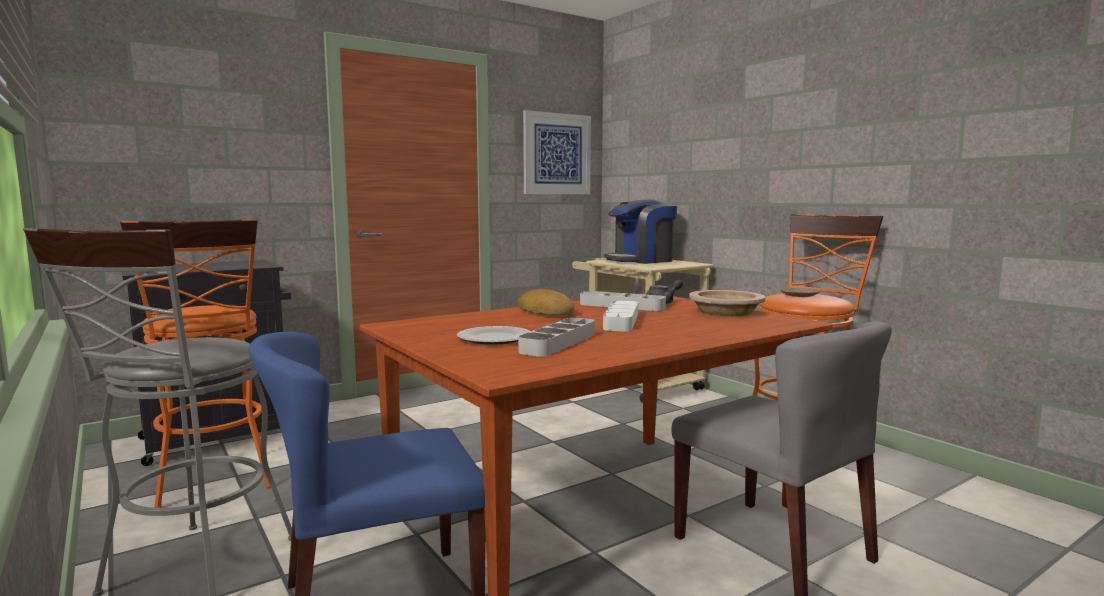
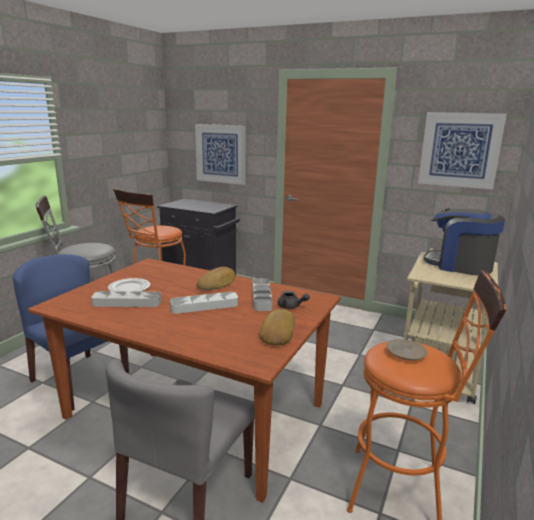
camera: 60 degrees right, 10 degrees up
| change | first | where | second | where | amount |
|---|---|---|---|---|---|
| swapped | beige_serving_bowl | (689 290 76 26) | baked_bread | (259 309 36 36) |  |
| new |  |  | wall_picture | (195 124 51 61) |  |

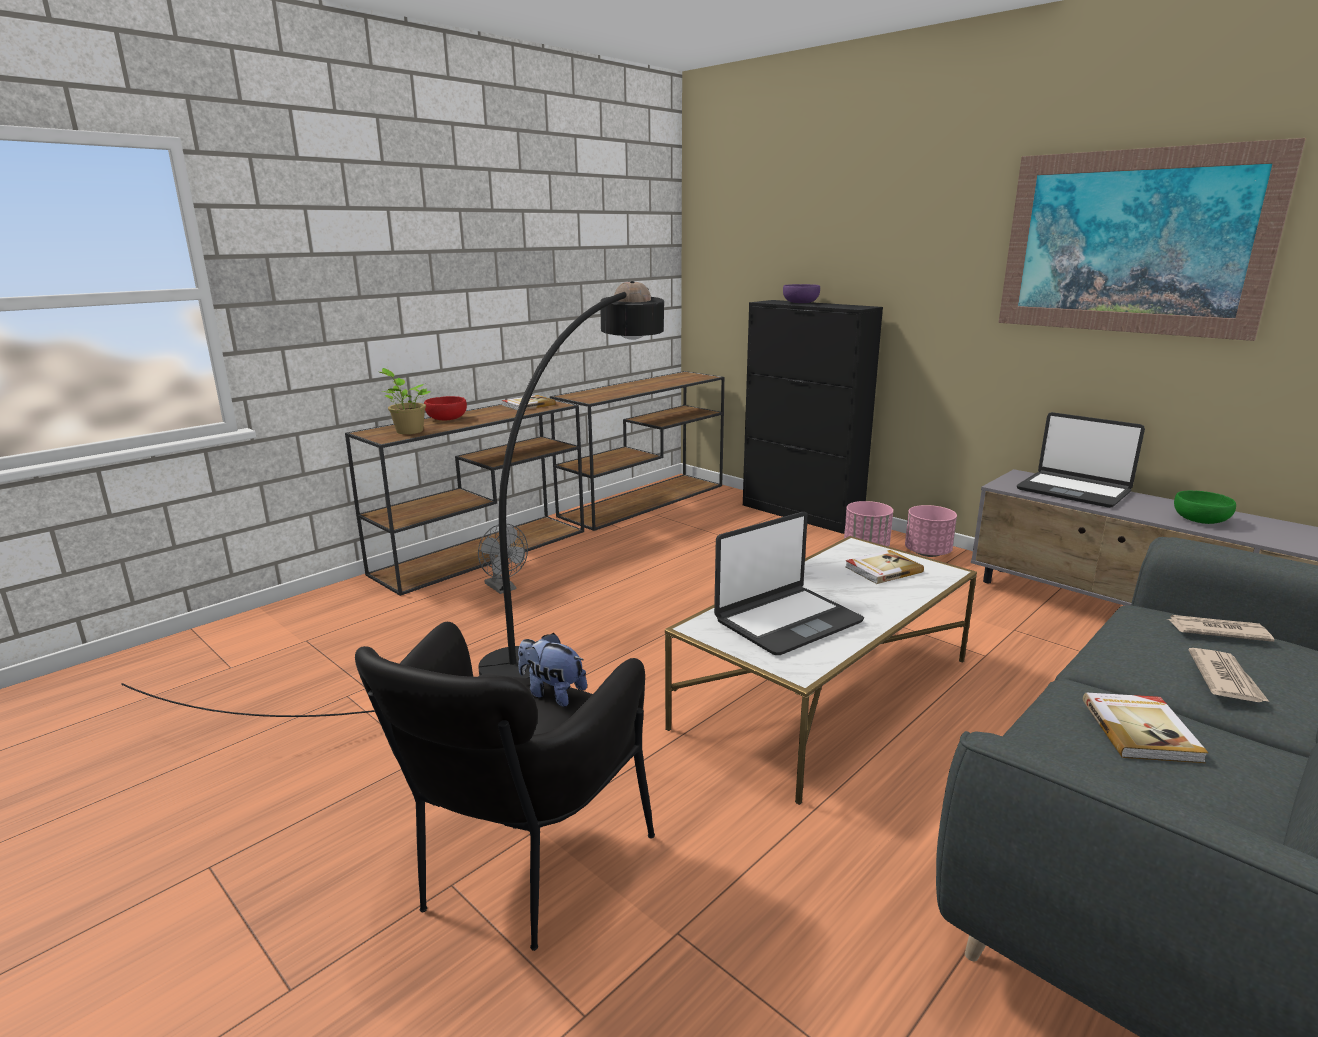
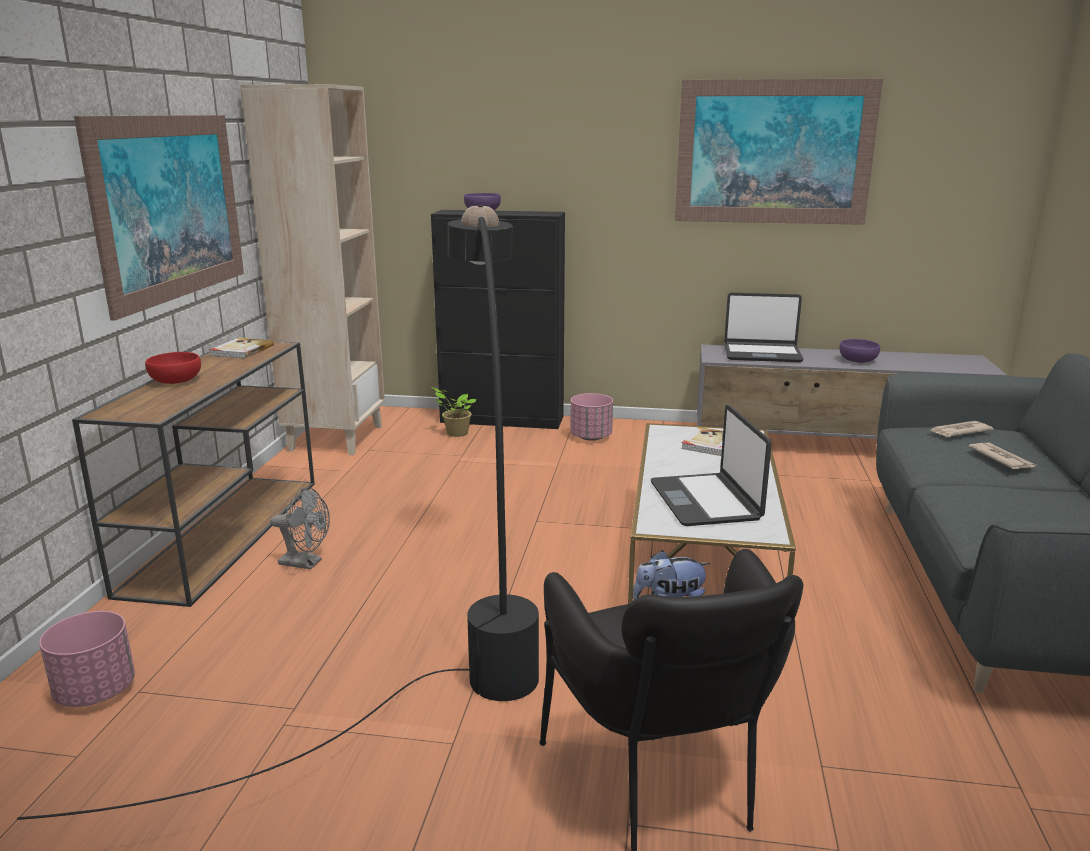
camera: 35 degrees left, 0 degrees up
| change | first | where | second | where | amount |
|---|---|---|---|---|---|
| shifted | potted_plant | (380 368 51 66) |  | (431 387 45 50) |  |
| swapped | brownish_console_table | (550 371 174 160) | beige_shelving_unit | (240 84 145 371) |  |
| repainted | greenish_serving_bowl | (1174 491 62 33) | purplish_serving_bowl | (839 339 41 24) |  |
| shifted | pink_planter | (905 505 52 52) |  | (39 611 96 96) |  |
| rotated | portable_computer | (714 512 150 143) |  | (651 405 121 121) | 150 degrees clockwise |
| gone | book | (1083 693 125 70) |  |  |  |
| new |  |  | wall_picture | (74 115 170 206) |  |

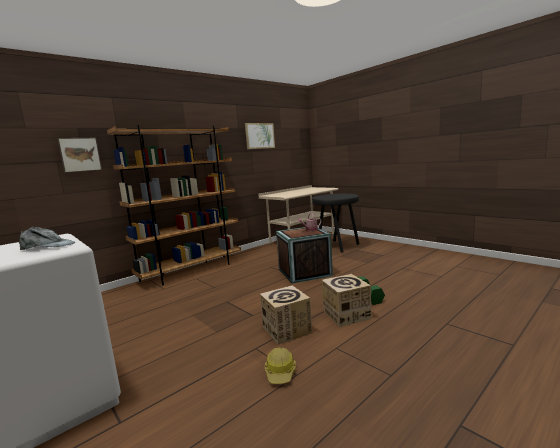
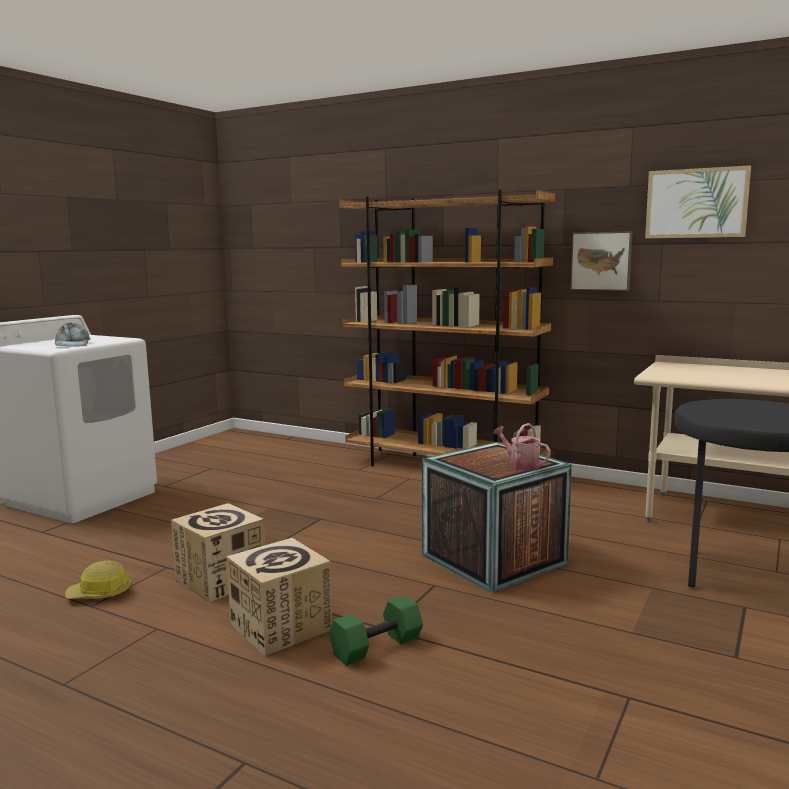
camera: 70 degrees right, 0 degrees up
| change | first | where | second | where | amount |
|---|---|---|---|---|---|
| shifted | wall_picture | (57 138 45 35) |  | (570 232 62 59) |  |

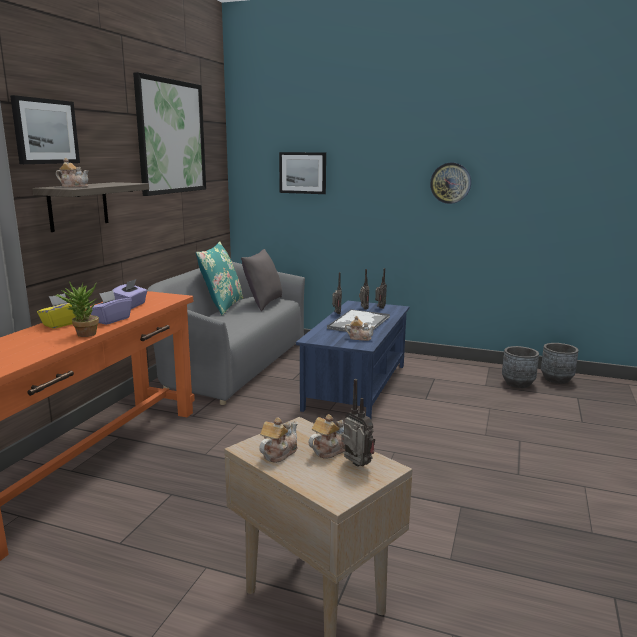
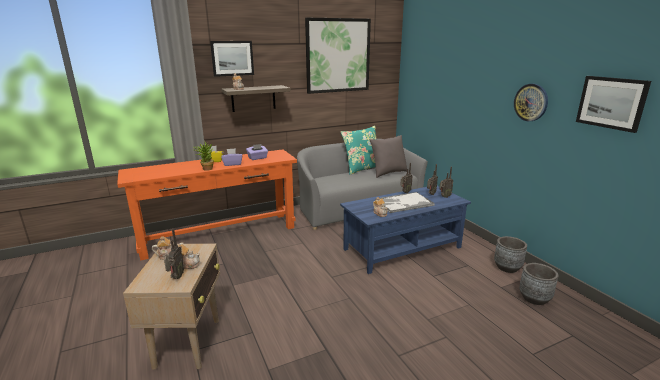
camera: 45 degrees right, 5 degrees up
| change | first | where | second | where | amount |
|---|---|---|---|---|---|
| shifted | wall_picture | (279 152 47 42) |  | (576 76 75 57) |  |
| shifted | greyish_planter | (541 343 38 41) |  | (494 236 33 37) |  |

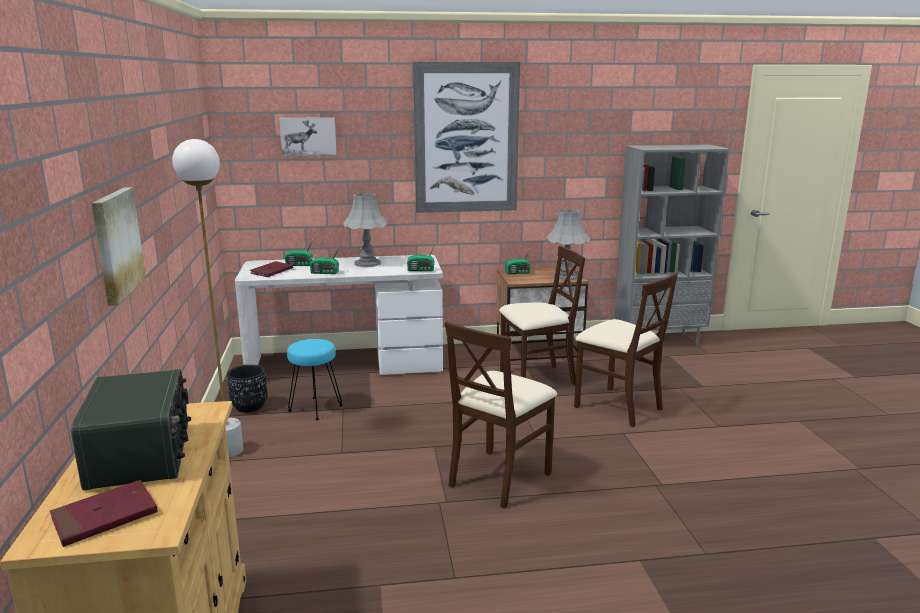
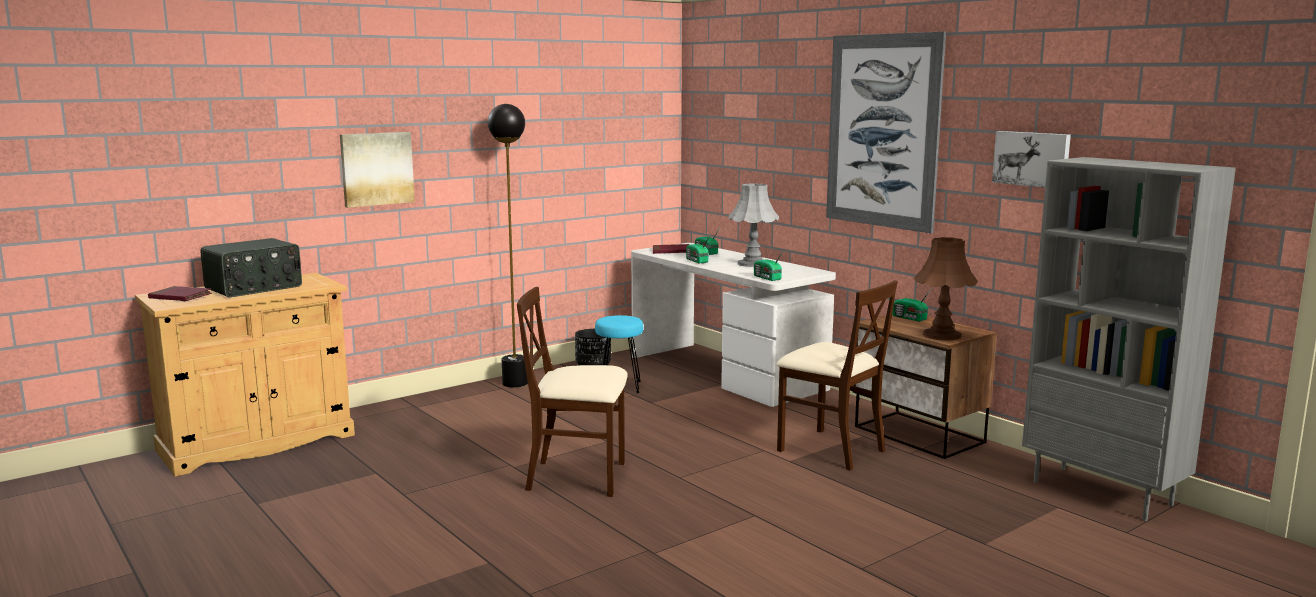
camera: 60 degrees right, 5 degrees down
| change | first | where | second | where | amount |
|---|---|---|---|---|---|
| shifted | wall_picture | (279 117 58 39) |  | (992 131 79 57) |  |
| repainted | white_floor_lamp | (172 139 71 319) | blackish_floor_lamp | (488 104 40 284) |  |
| repainted | greyish_tabletop_lamp | (547 209 43 72) | brownish_tabletop_lamp | (914 237 64 104) |  |
| gone | beige_plain_chair | (574 273 104 154) |  |  |  |

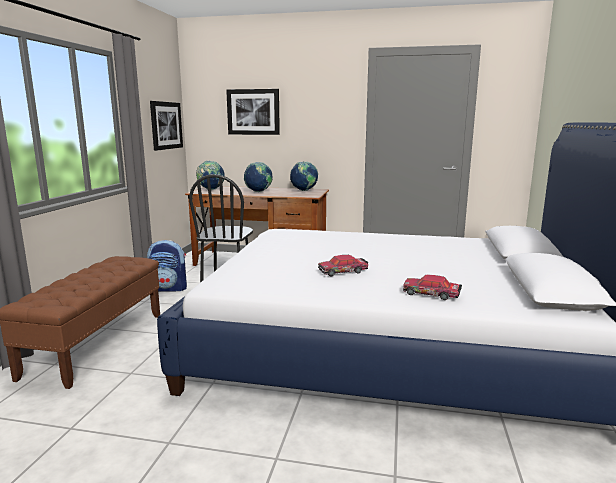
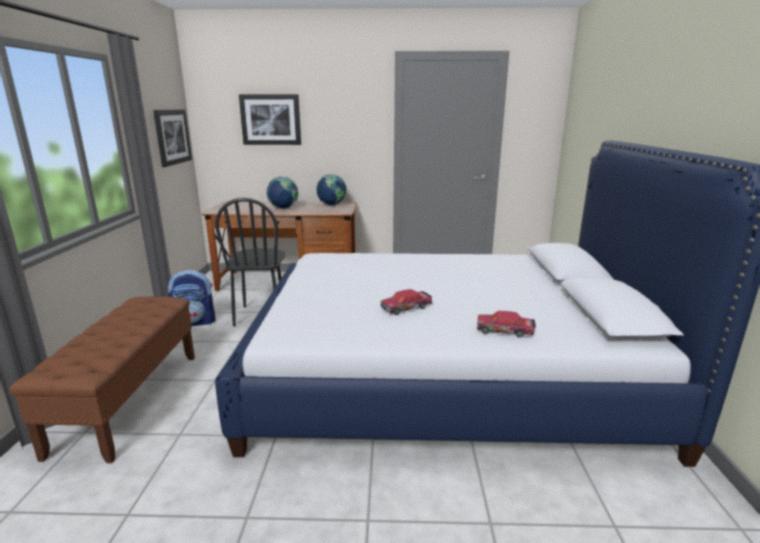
camera: 10 degrees left, 5 degrees up
| change | first | where | second | where | amount |
|---|---|---|---|---|---|
| gone | world_globe | (196 161 29 29) |  |  |  |

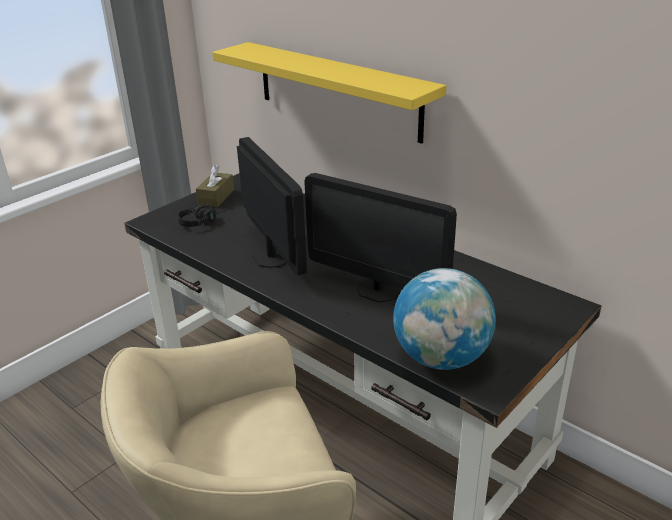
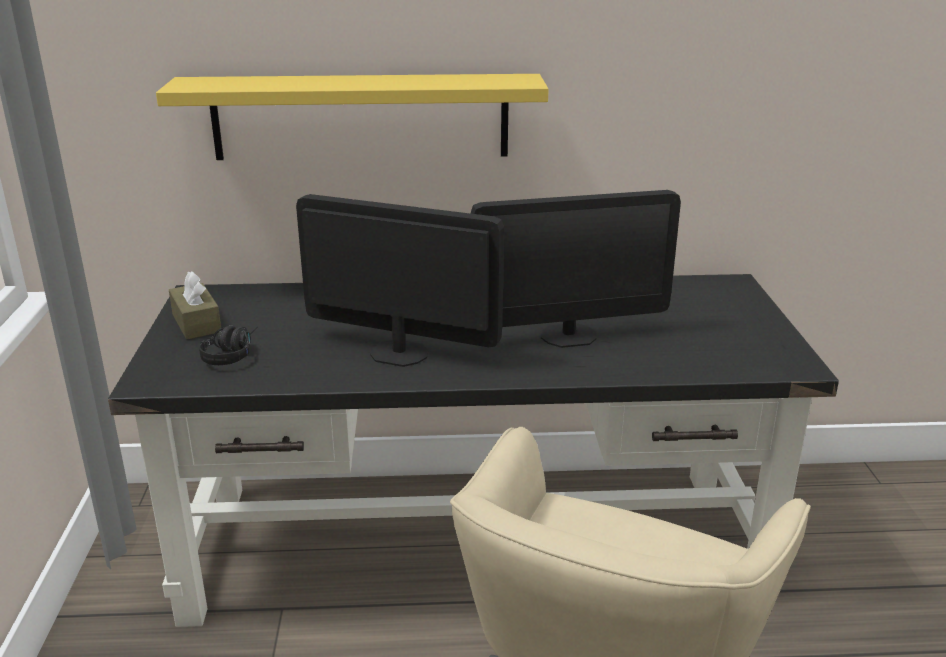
camera: 45 degrees left, 5 degrees down
| change | first | where | second | where | amount |
|---|---|---|---|---|---|
| gone | world_globe | (393 268 103 102) |  |  |  |

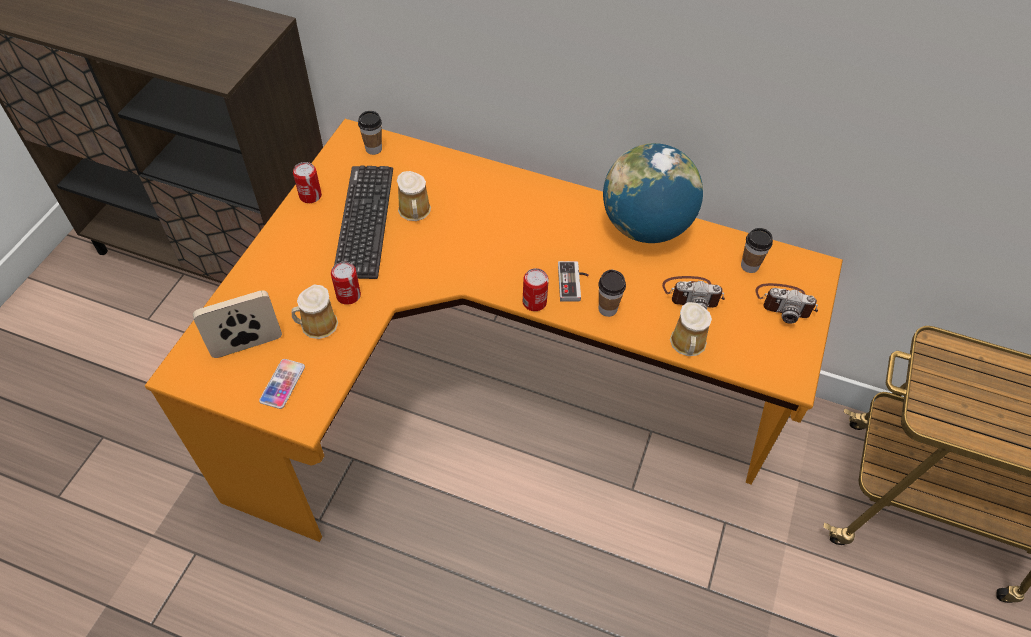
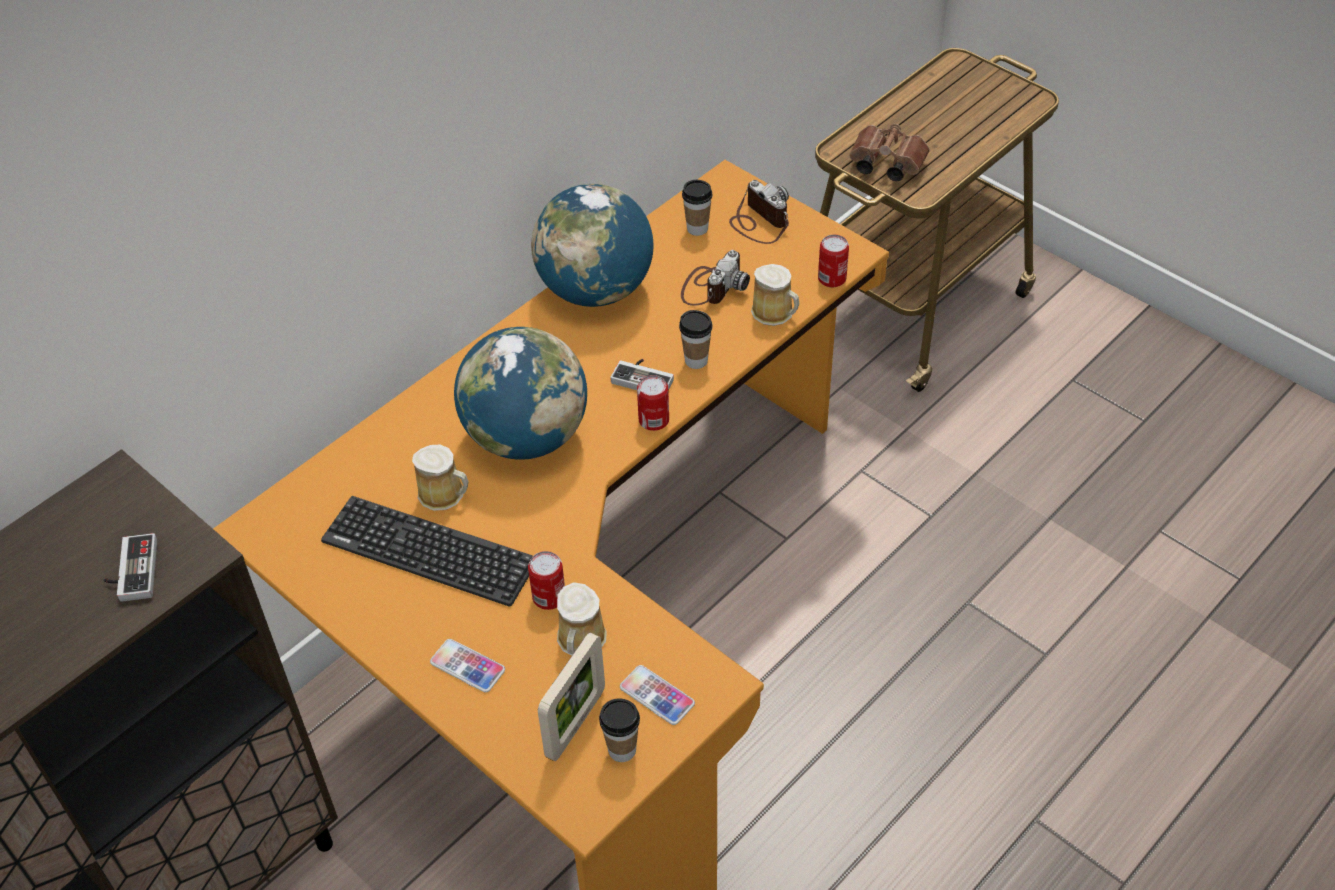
camera: 65 degrees left, 5 degrees down
| change | first | where | second | where | amount |
|---|---|---|---|---|---|
| shifted | small_cup | (358 111 24 44) |  | (599 699 41 63) |  |
| shifted | can | (293 162 29 41) |  | (818 235 31 52) |  |
| rotated | photo_camera | (756 283 62 41) |  | (729 180 60 64) | 75 degrees counterclockwise |
| rotated | photo_frame | (193 290 89 68) |  | (538 633 67 128) | 150 degrees counterclockwise |
| new |  |  | brownish_pair_of_binoculars | (849 124 81 57) |  |
| new |  |  | world_globe | (454 327 133 133) |  |
| new |  |  | game_controller | (104 533 53 69) |  |
| new |  |  | telephone | (430 639 75 54) |  |

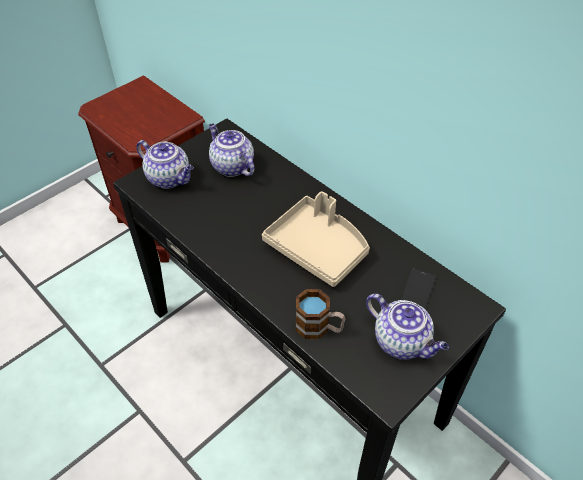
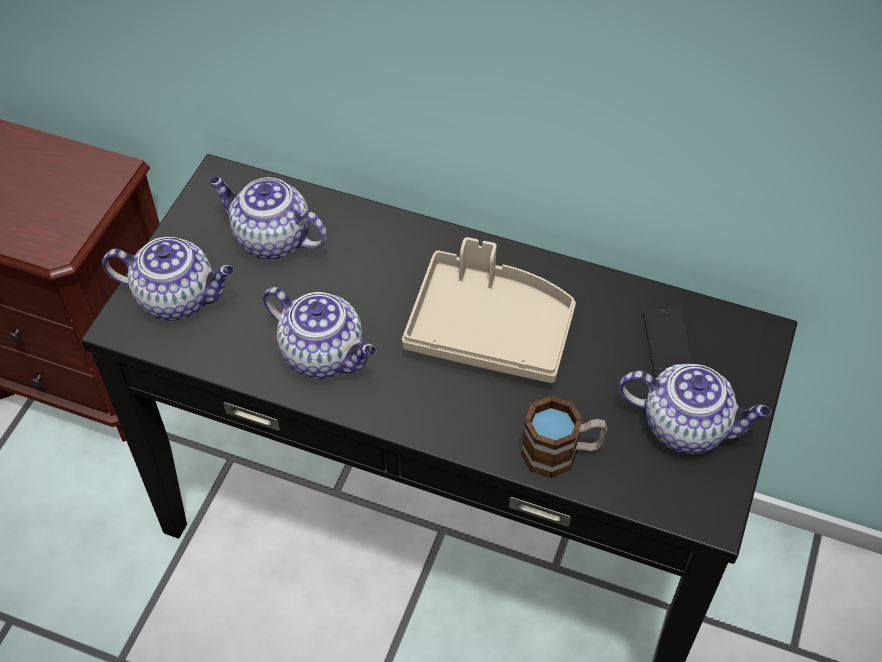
camera: 25 degrees left, 5 degrees up
| change | first | where | second | where | amount |
|---|---|---|---|---|---|
| new |  |  | pot_for_tea | (263 287 113 92) |  |

